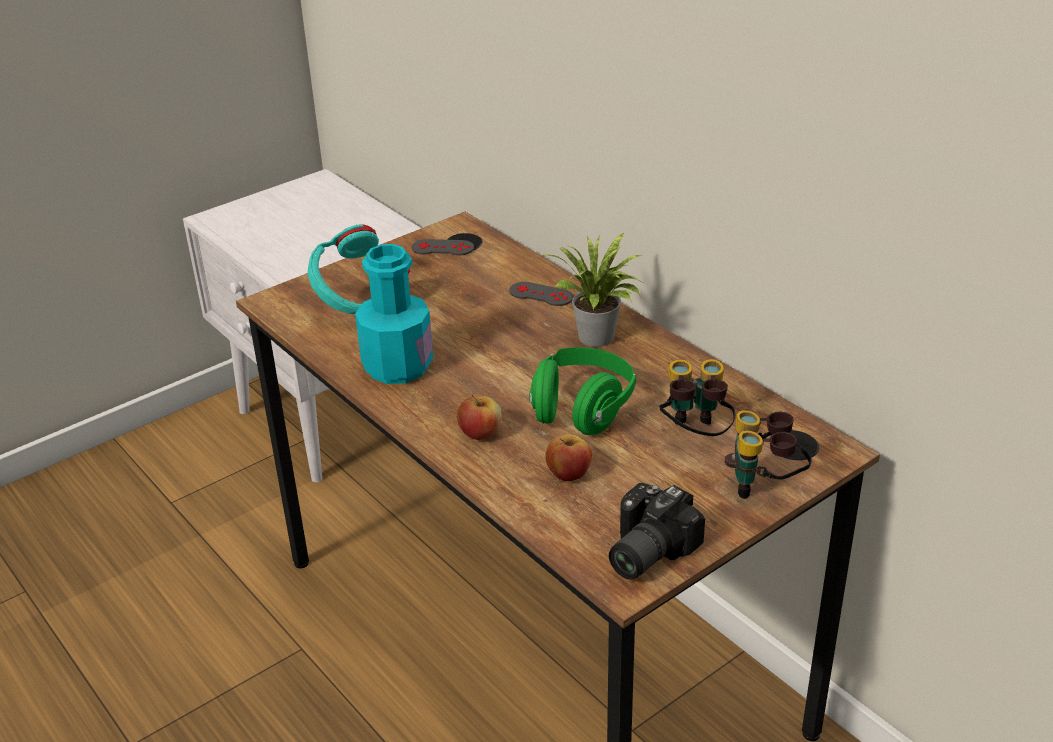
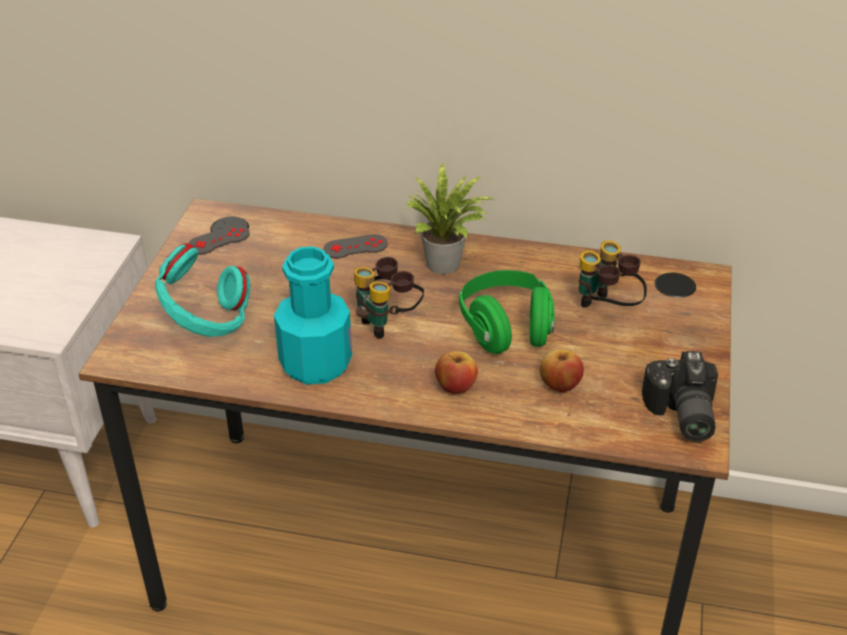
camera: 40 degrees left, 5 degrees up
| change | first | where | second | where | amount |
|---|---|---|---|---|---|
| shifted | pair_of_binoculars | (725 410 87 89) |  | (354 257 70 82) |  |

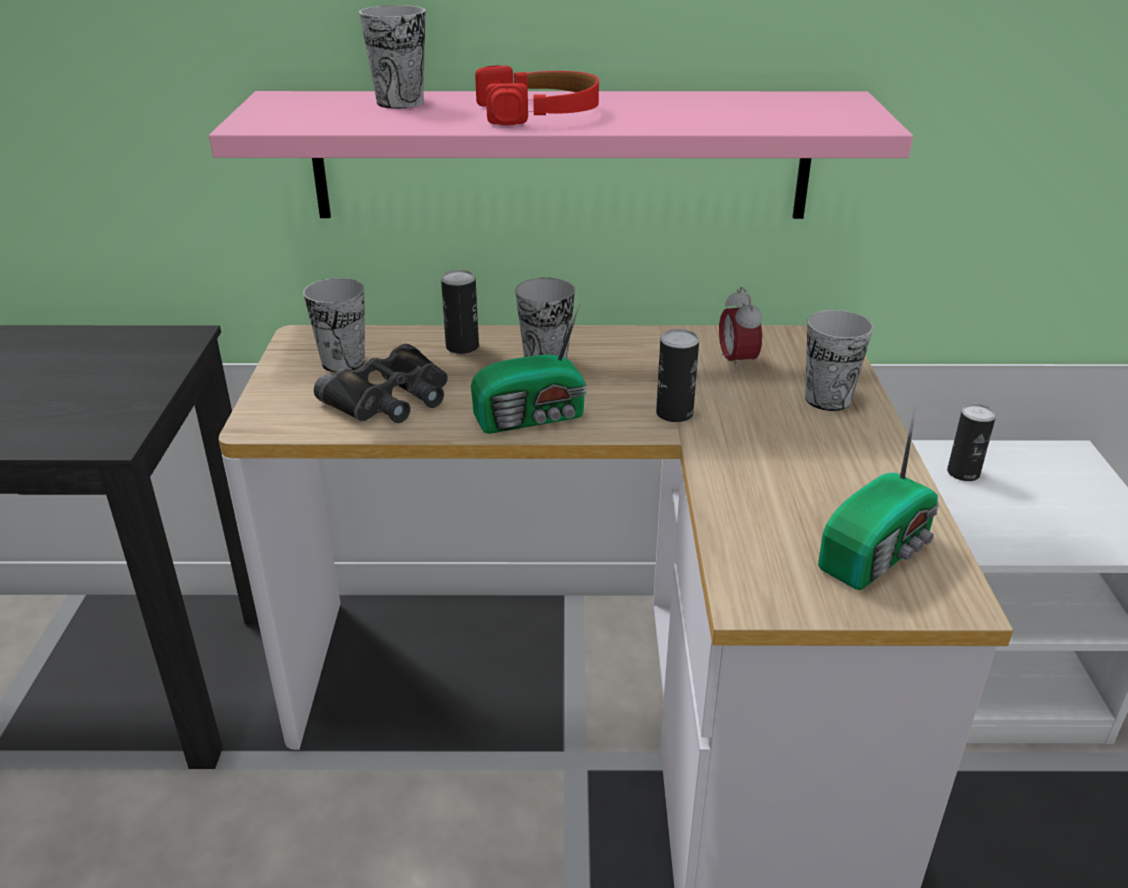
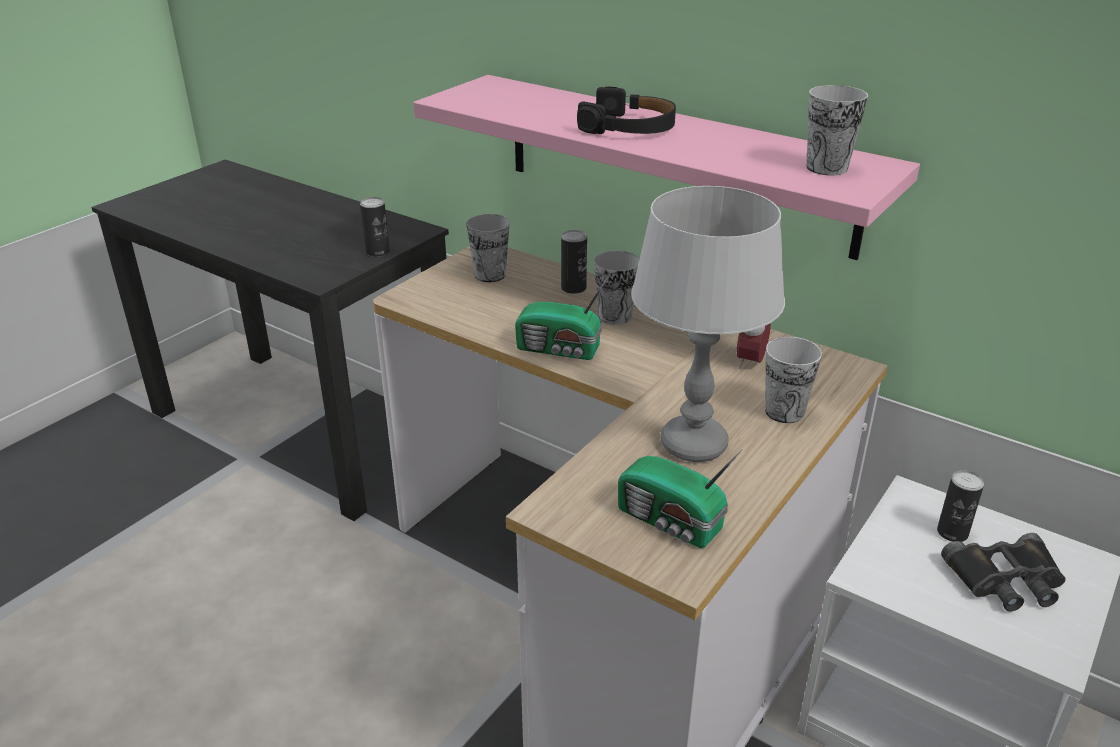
camera: 35 degrees right, 0 degrees up
| change | first | where | second | where | amount |
|---|---|---|---|---|---|
| shifted | small_cup | (359 5 67 104) |  | (807 85 61 91) |  |
| repainted | red_headset | (475 65 124 60) | blackish_headset | (577 87 99 47) |  |
| shifted | can | (656 329 43 93) |  | (360 197 30 60) |  |
| shifted | blackish_pair_of_binoculars | (314 344 134 79) |  | (941 533 125 78) |  |
| rotated | radio | (818 407 121 183) |  | (618 449 125 99) | 45 degrees clockwise |
| new |  |  | greyish_tabletop_lamp | (631 186 154 276) |  |

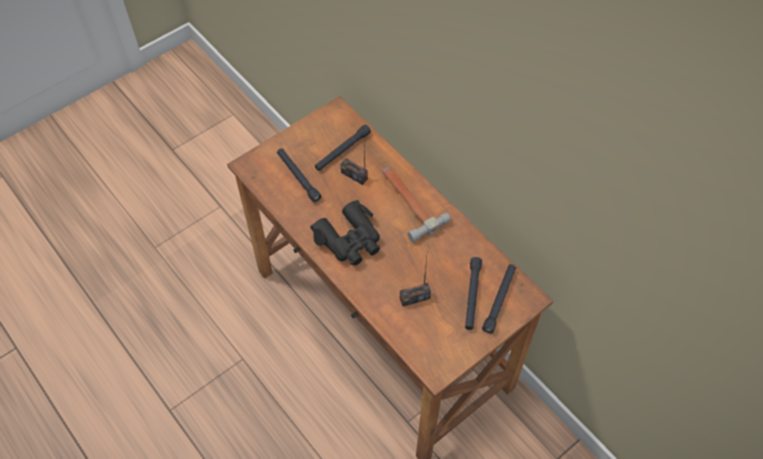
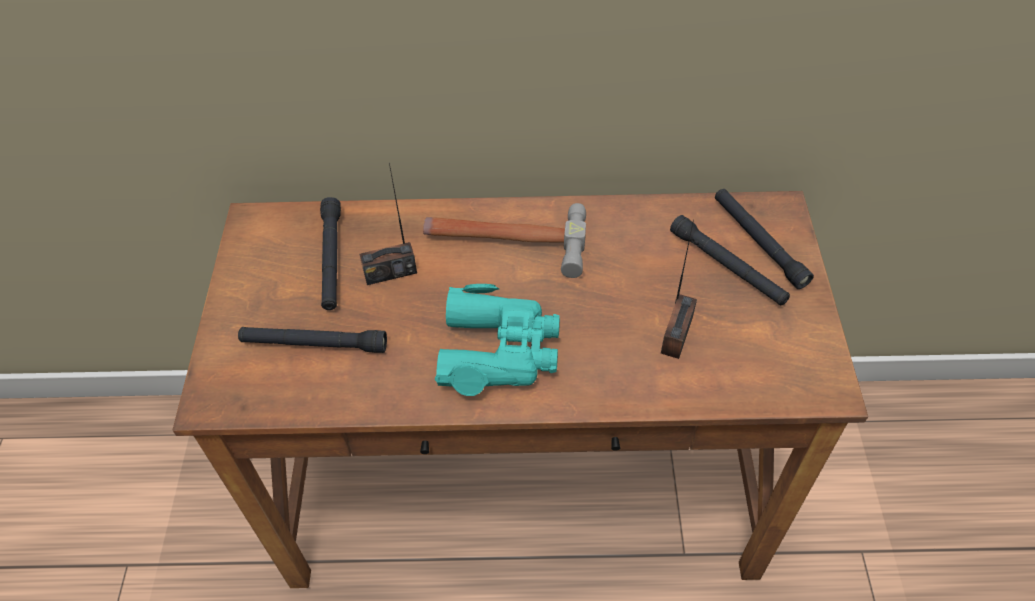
camera: 50 degrees left, 5 degrees down
| change | first | where | second | where | amount |
|---|---|---|---|---|---|
| repainted | blackish_pair_of_binoculars | (310 200 70 65) | blue-green_pair_of_binoculars | (435 284 125 112) |  |

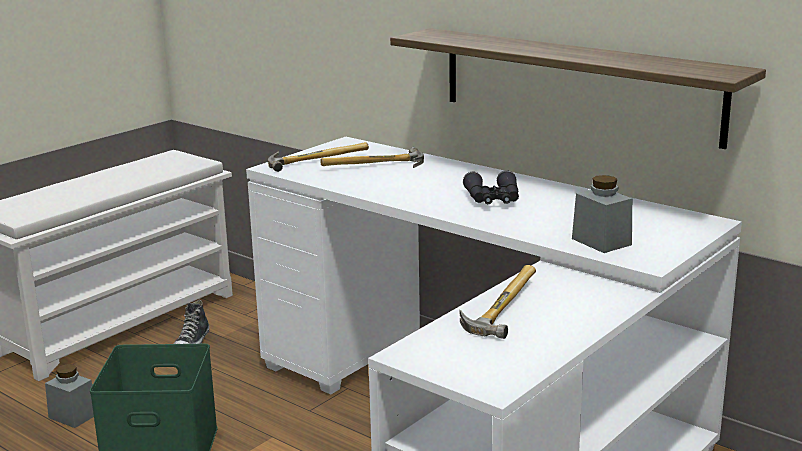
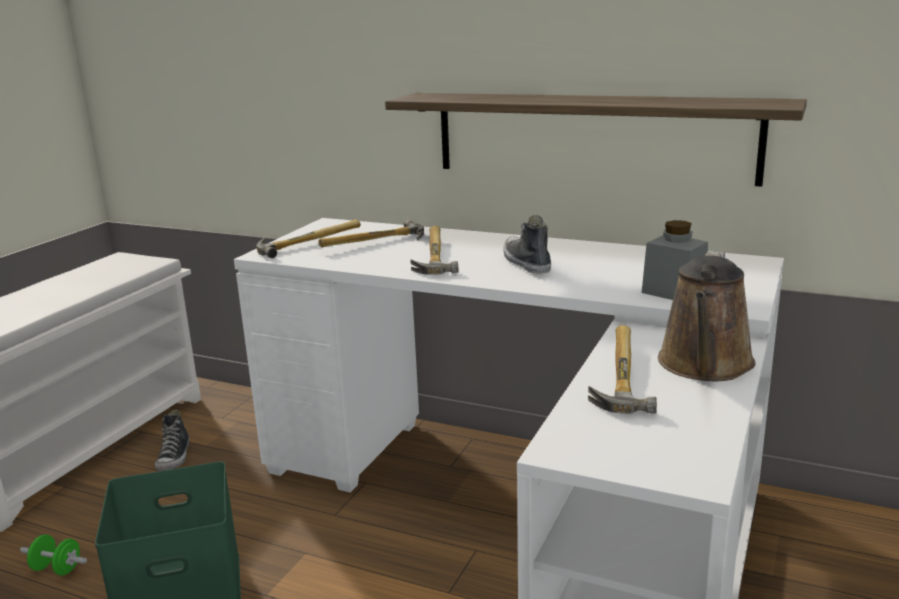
camera: 15 degrees left, 0 degrees up
| change | first | where | second | where | amount |
|---|---|---|---|---|---|
| swapped | blackish_pair_of_binoculars | (463 170 56 34) | shoe | (503 215 48 59) |  |
| swapped | greyish_storage_jar | (45 364 49 64) | greenish_dumbbell | (20 534 67 41) |  |
| new |  |  | tool_hammer | (410 226 49 49) |  |
| new |  |  | brownish_watering_pot | (658 252 97 129) |  |

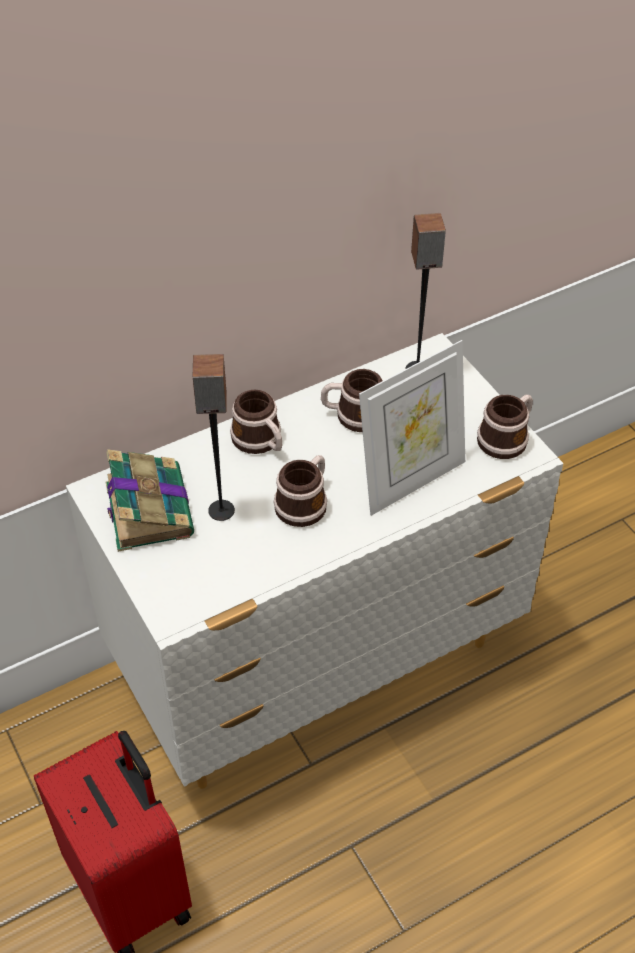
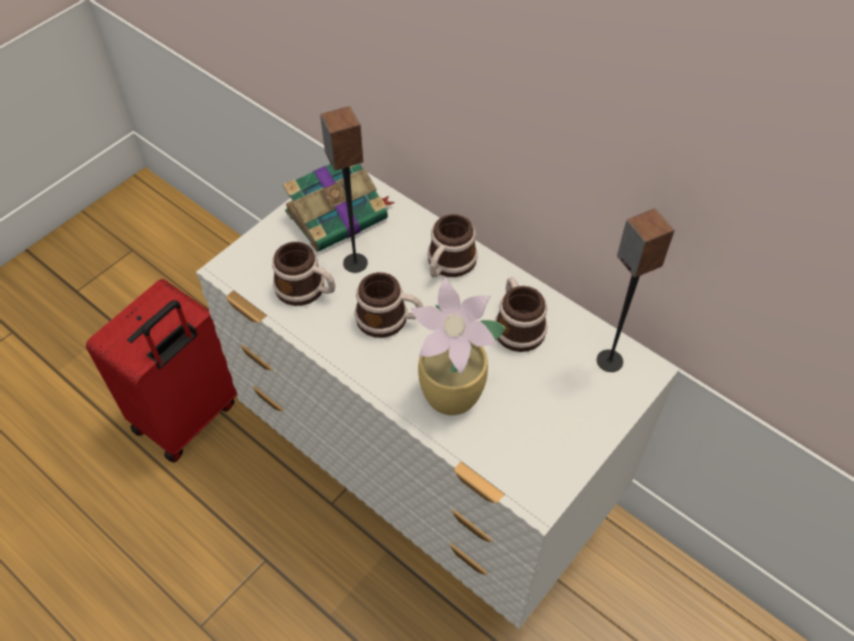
camera: 70 degrees right, 5 degrees up
| change | first | where | second | where | amount |
|---|---|---|---|---|---|
| swapped | photo_frame | (359 340 106 176) | potted_plant | (411 277 95 138) |  |
| shifted | mug | (477 395 56 64) |  | (272 242 63 64) |  |

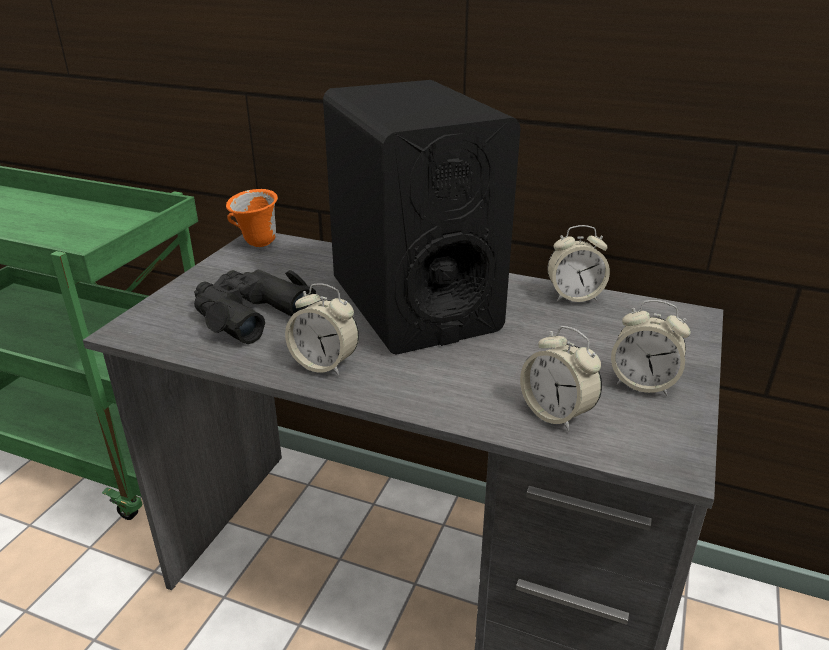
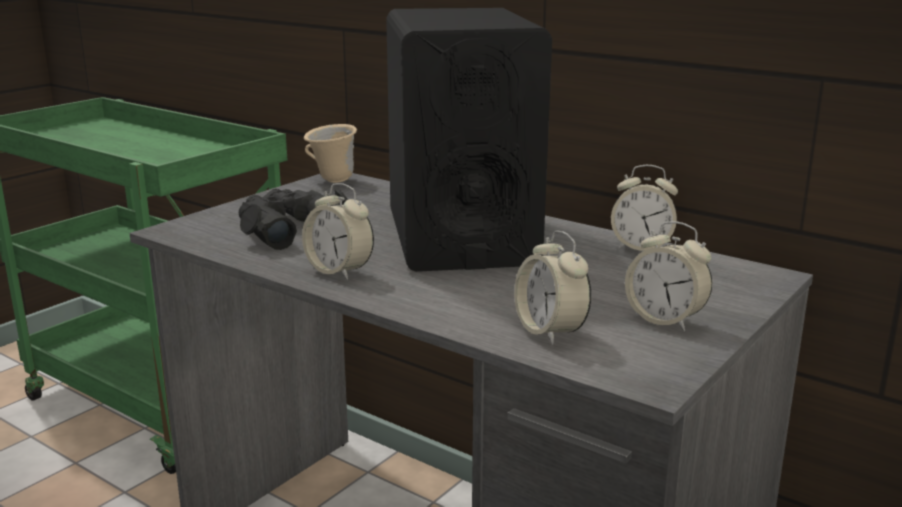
camera: 15 degrees right, 10 degrees down
| change | first | where | second | where | amount |
|---|---|---|---|---|---|
| repainted | orange-coloured_mug | (226 189 52 58) | beige_mug | (304 124 53 59) |  |

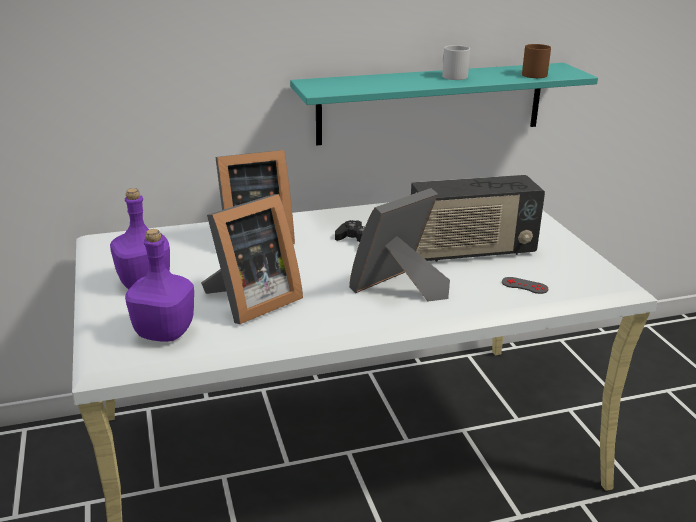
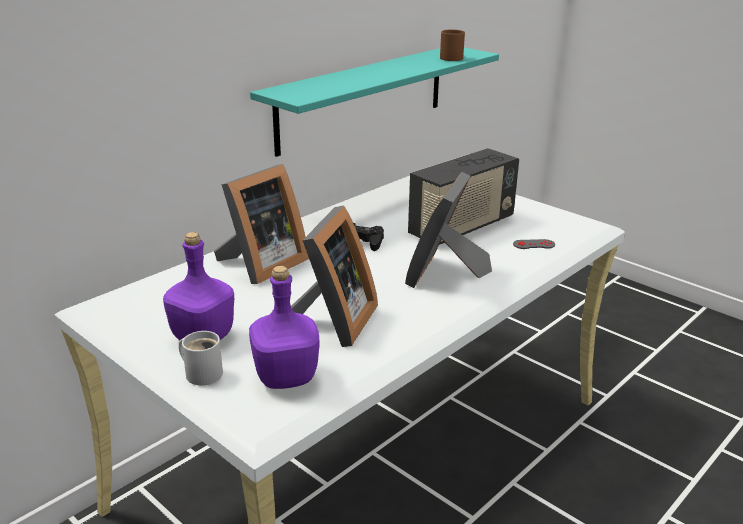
camera: 30 degrees left, 0 degrees up
| change | first | where | second | where | amount |
|---|---|---|---|---|---|
| shifted | white_mug | (442 45 28 35) |  | (179 331 44 54) |  |

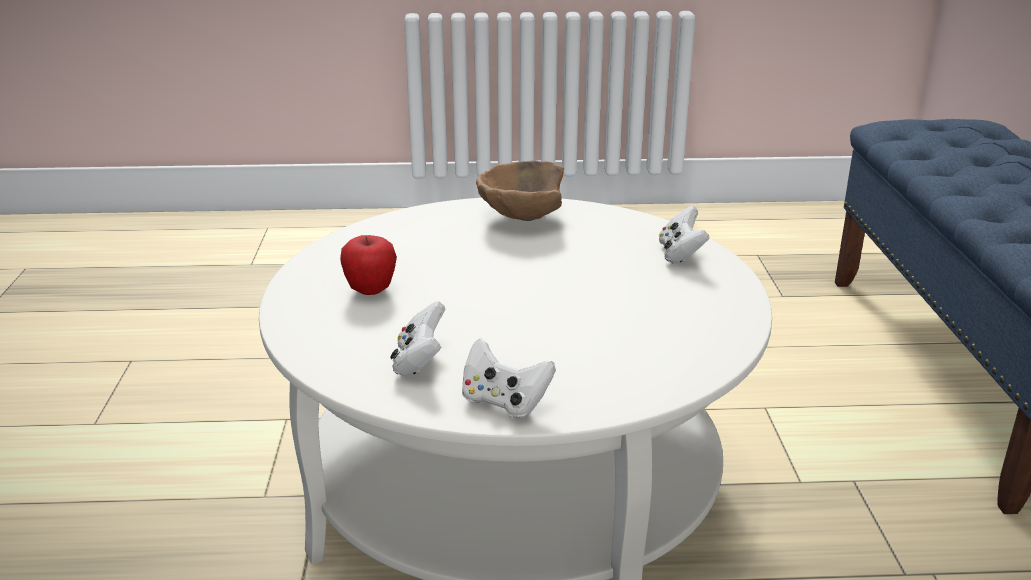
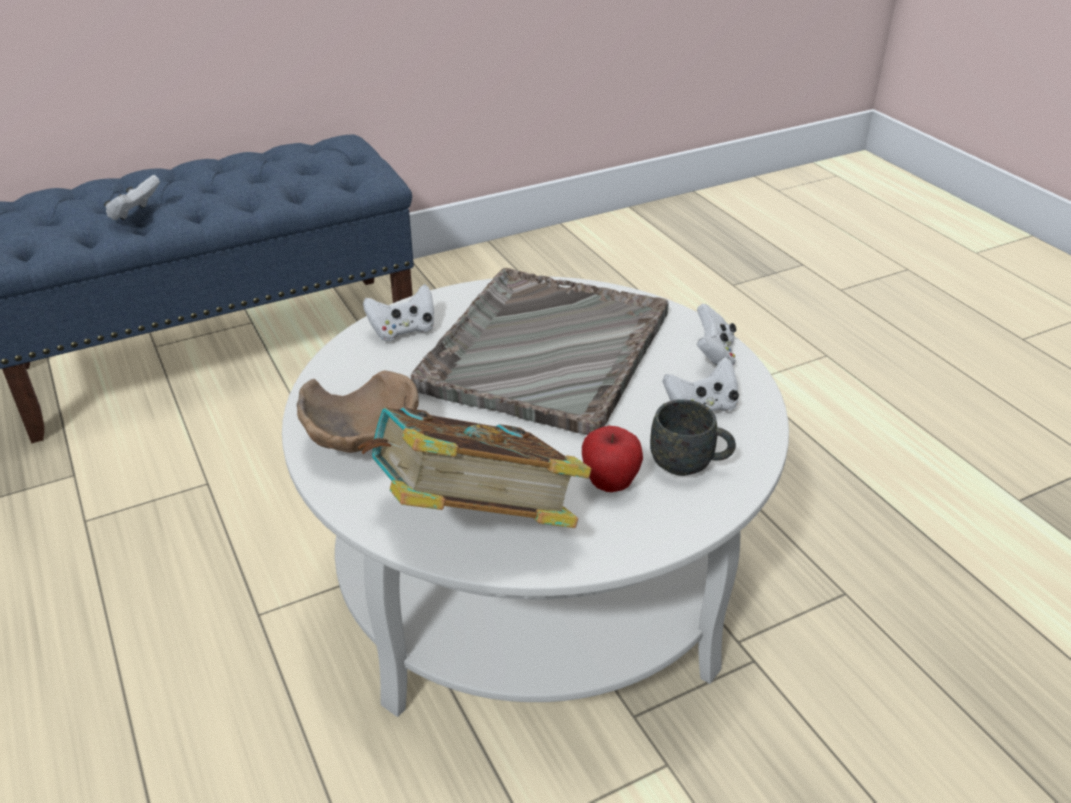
camera: 115 degrees left, 10 degrees up
| change | first | where | second | where | amount |
|---|---|---|---|---|---|
| new |  |  | white_game_controller | (104 175 56 45) |  |
| new |  |  | greyish_serving_tray | (411 268 258 167) |  |
| new |  |  | greyish_mug | (650 399 86 77) |  |
| new |  |  | book | (358 407 234 121) |  |

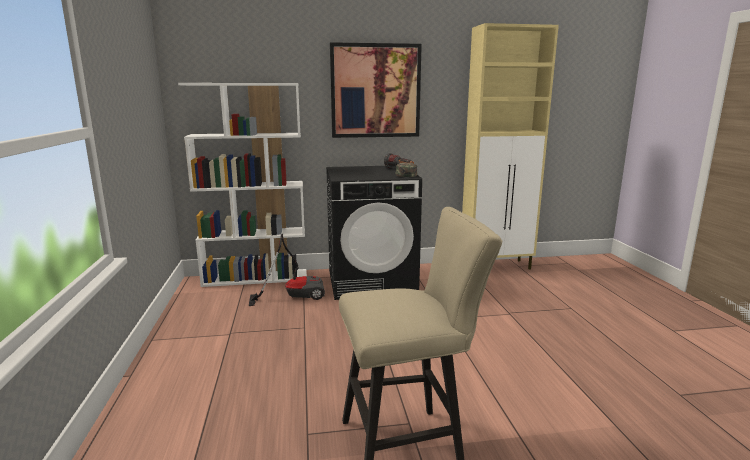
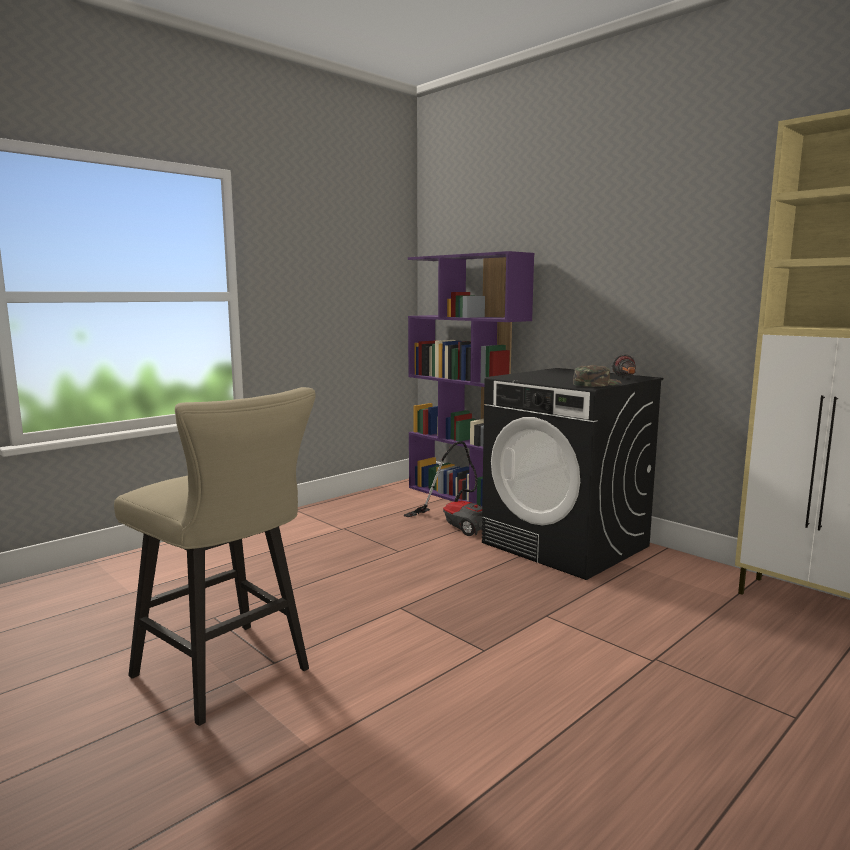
camera: 55 degrees right, 5 degrees down
| change | first | where | second | where | amount |
|---|---|---|---|---|---|
| gone | wall_picture | (330 42 92 96) |  |  |  |
| repainted | white_shelving_unit | (178 83 129 204) | purplish_shelving_unit | (408 251 126 255) |  |

